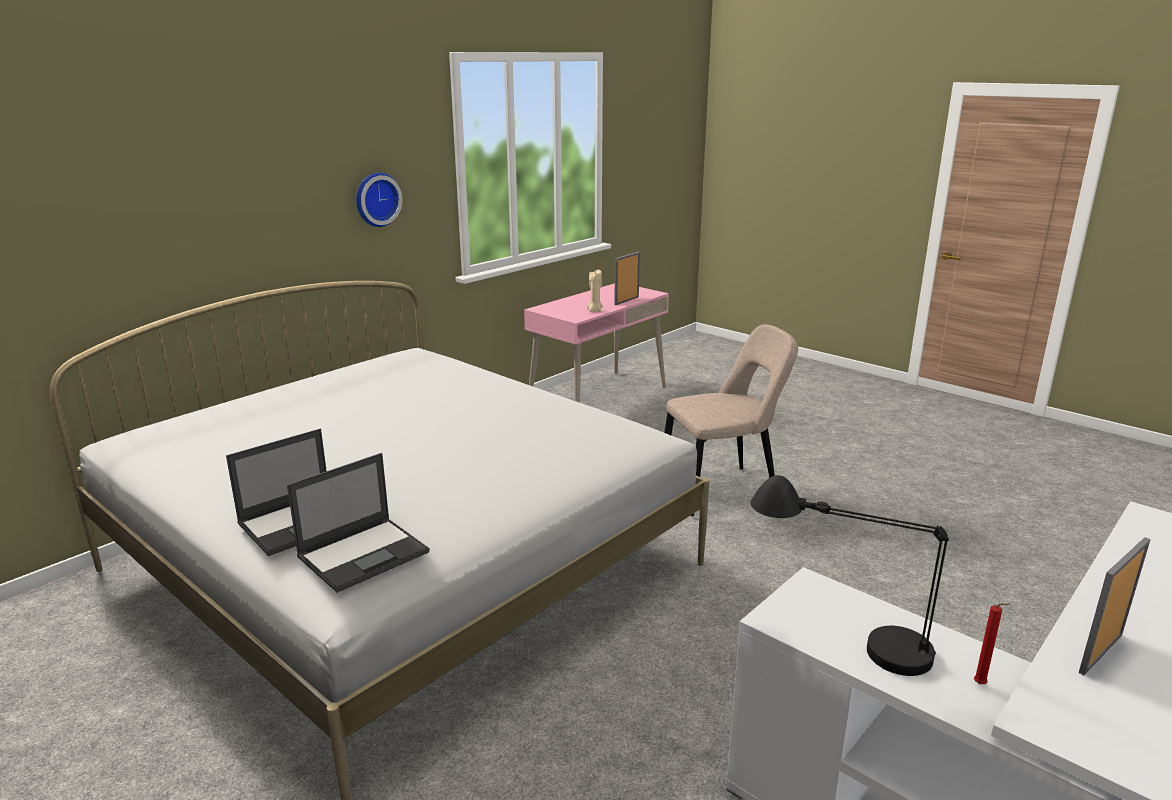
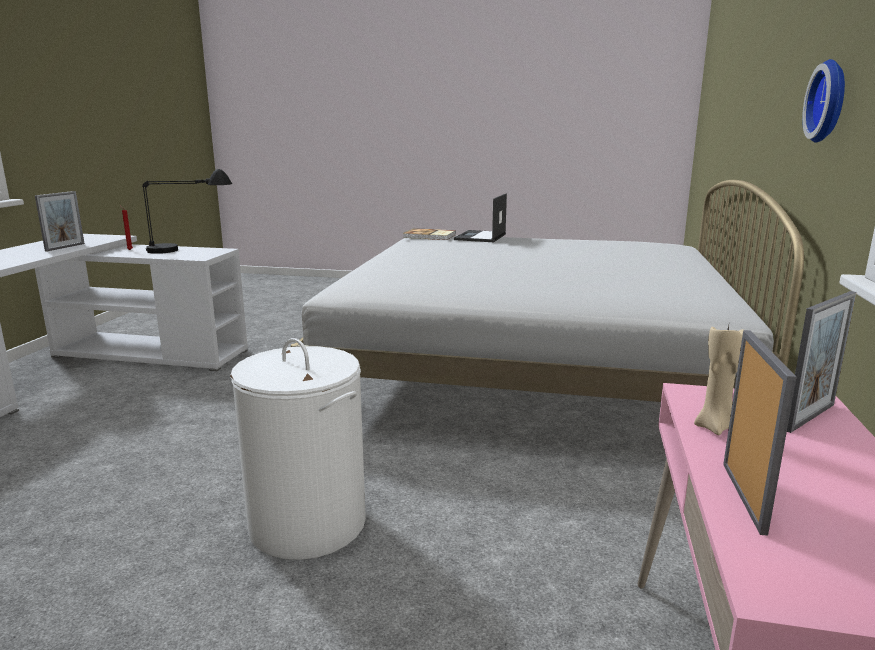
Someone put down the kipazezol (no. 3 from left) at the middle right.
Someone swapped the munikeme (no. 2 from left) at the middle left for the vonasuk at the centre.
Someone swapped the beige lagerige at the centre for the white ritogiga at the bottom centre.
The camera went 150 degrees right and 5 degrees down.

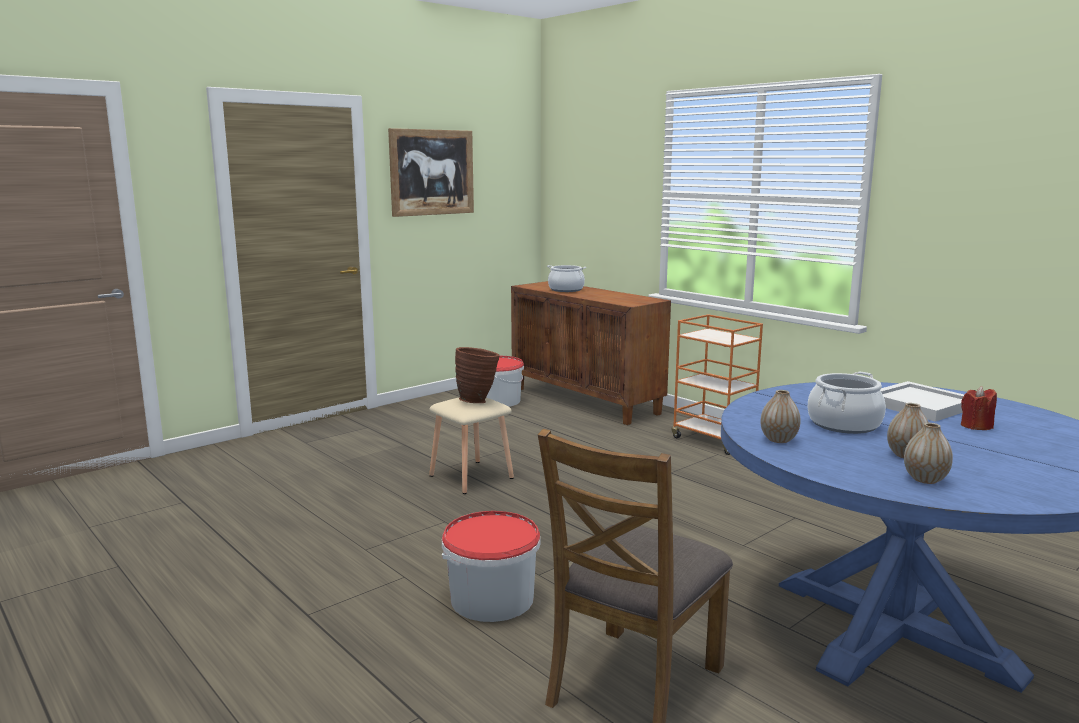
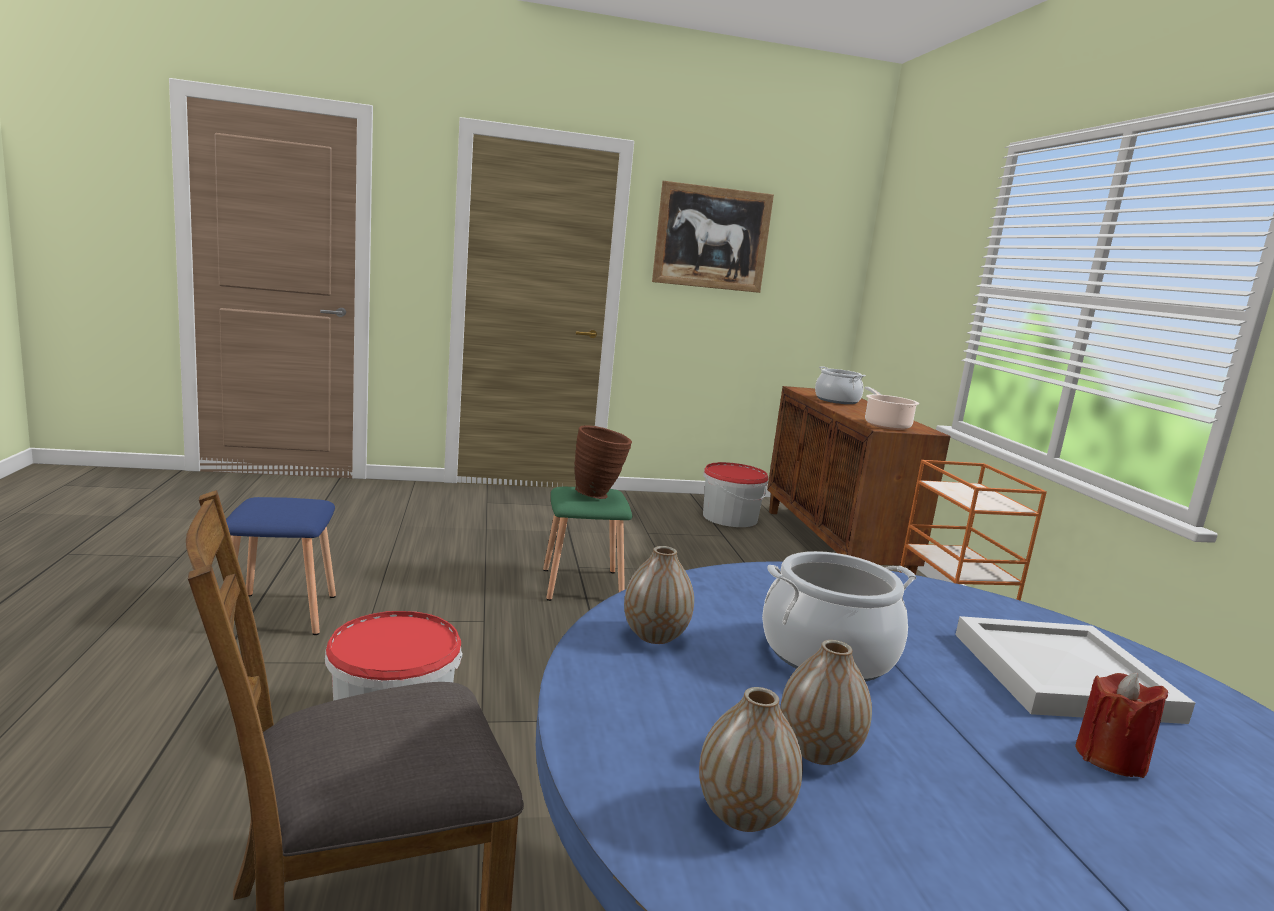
Someone put down the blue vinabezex at the middle left.
Someone put down the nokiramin (no. 3 from left) at the middle right.
Someone repainted the beige vinabezex at the centre, which became the green vinabezex at the centre.
The camera went 30 degrees right and 0 degrees up.

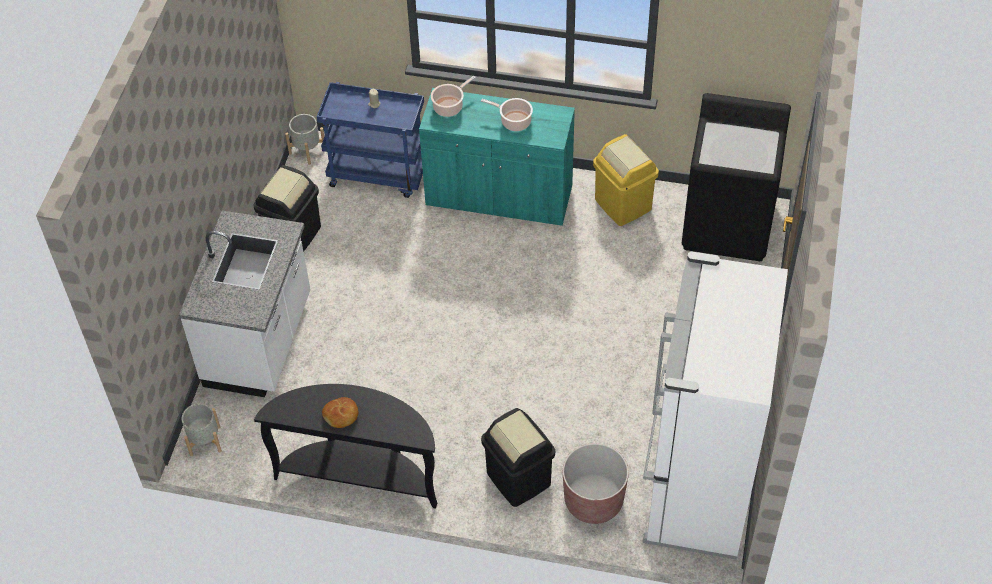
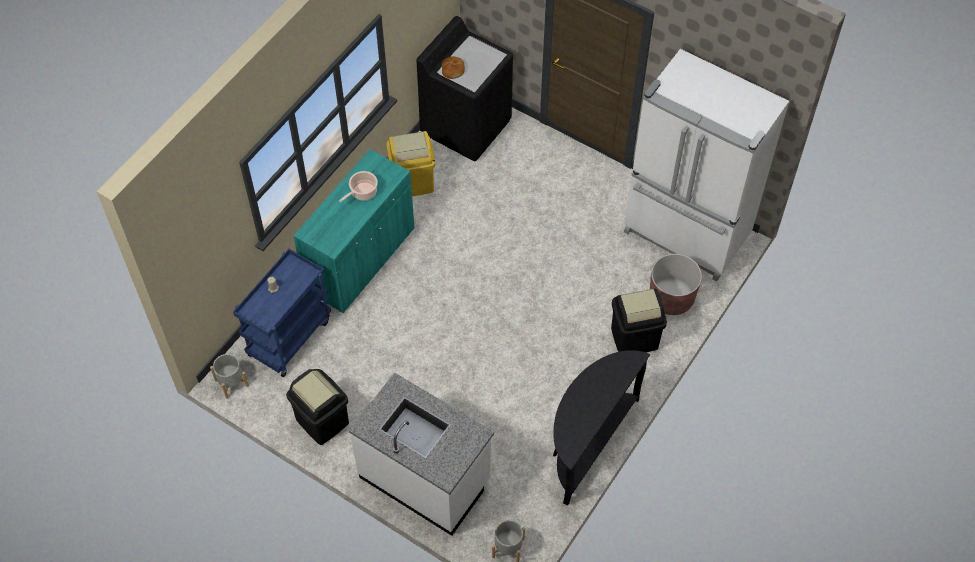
Someone took away the nokiramin (no. 1 from left) at the top centre.
Someone carried the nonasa from the bottom centre to the top centre.
The camera went 70 degrees left and 5 degrees up.

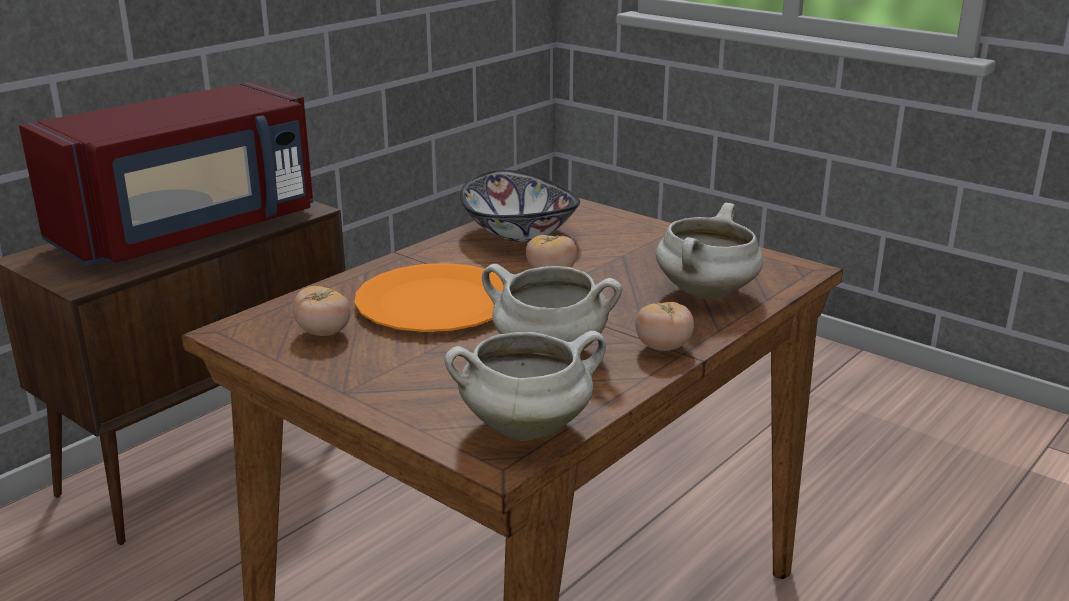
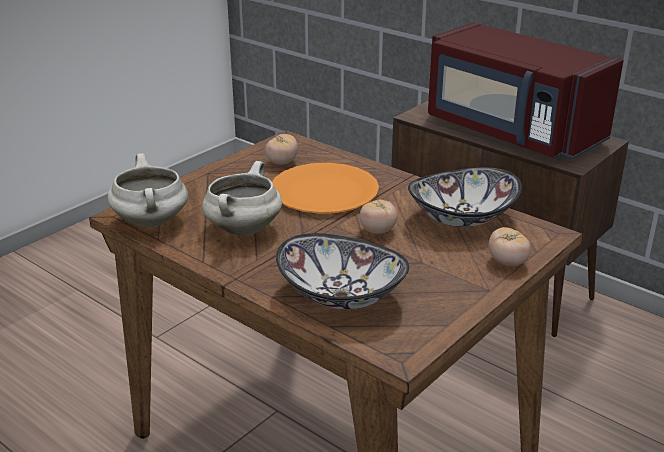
Someone carried the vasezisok (no. 3 from left) from the centre to the middle right.
Someone swapped the white nokiramin (no. 3 from left) at the centre for the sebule (no. 1 from left) at the centre.
The camera went 90 degrees right and 5 degrees up.

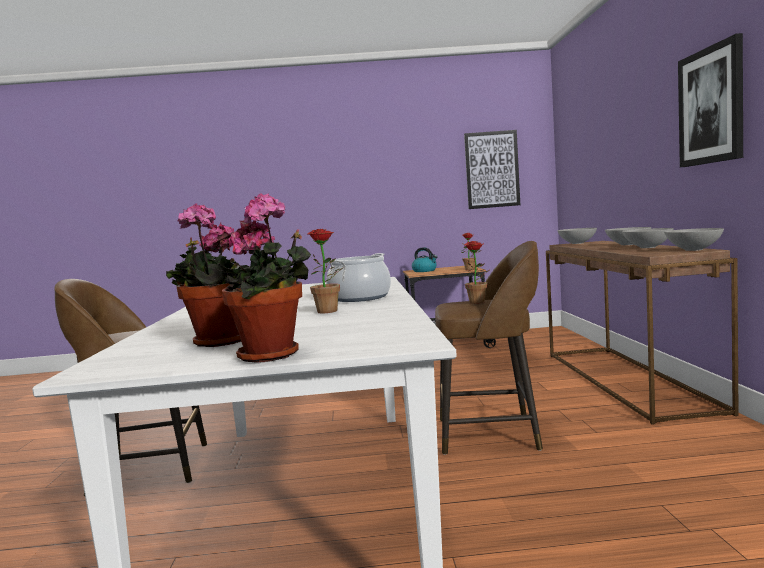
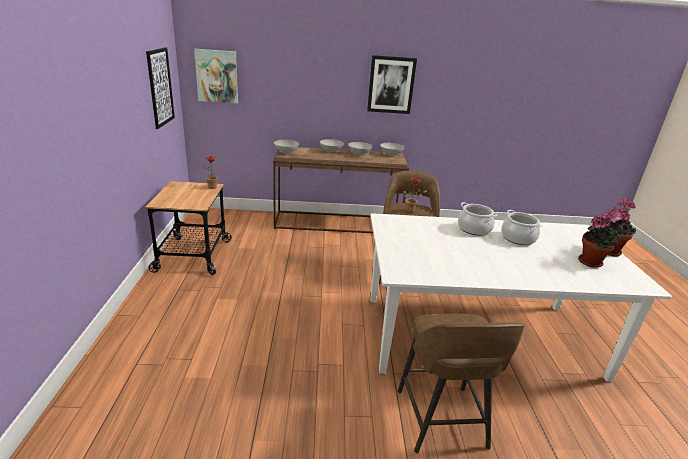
Someone took away the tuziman at the centre.
Someone put up the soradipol (no. 2 from left) at the top left.
Someone swapped the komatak (no. 3 from left) at the centre for the nokiramin (no. 2 from left) at the middle right.
The camera went 90 degrees left and 20 degrees up.

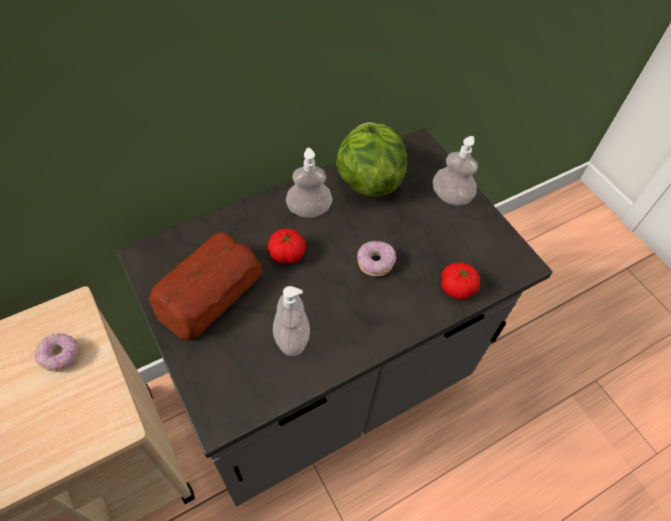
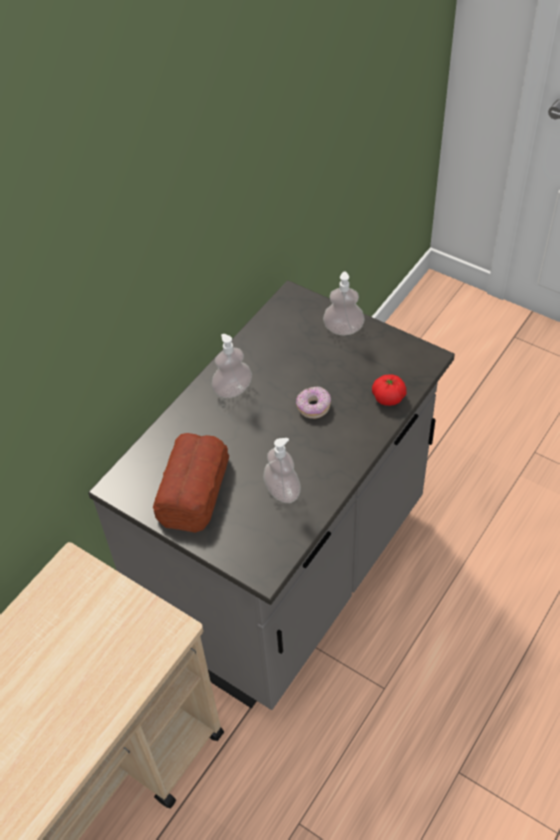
Someone took away the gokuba (no. 1 from left) at the bottom left.
Someone took away the vasezisok (no. 1 from left) at the centre.
Someone took away the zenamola at the top centre.
The camera went 20 degrees left and 5 degrees down.

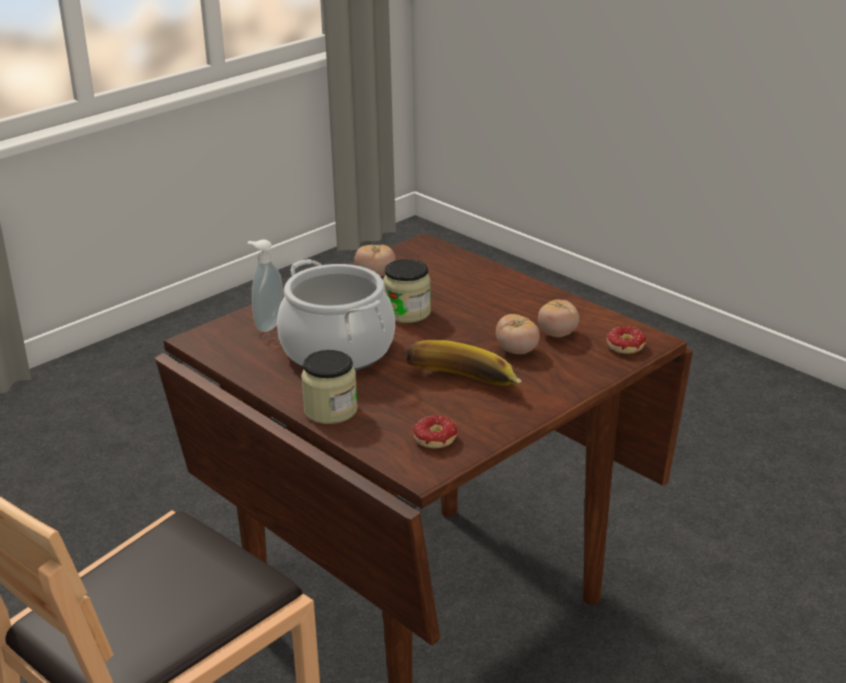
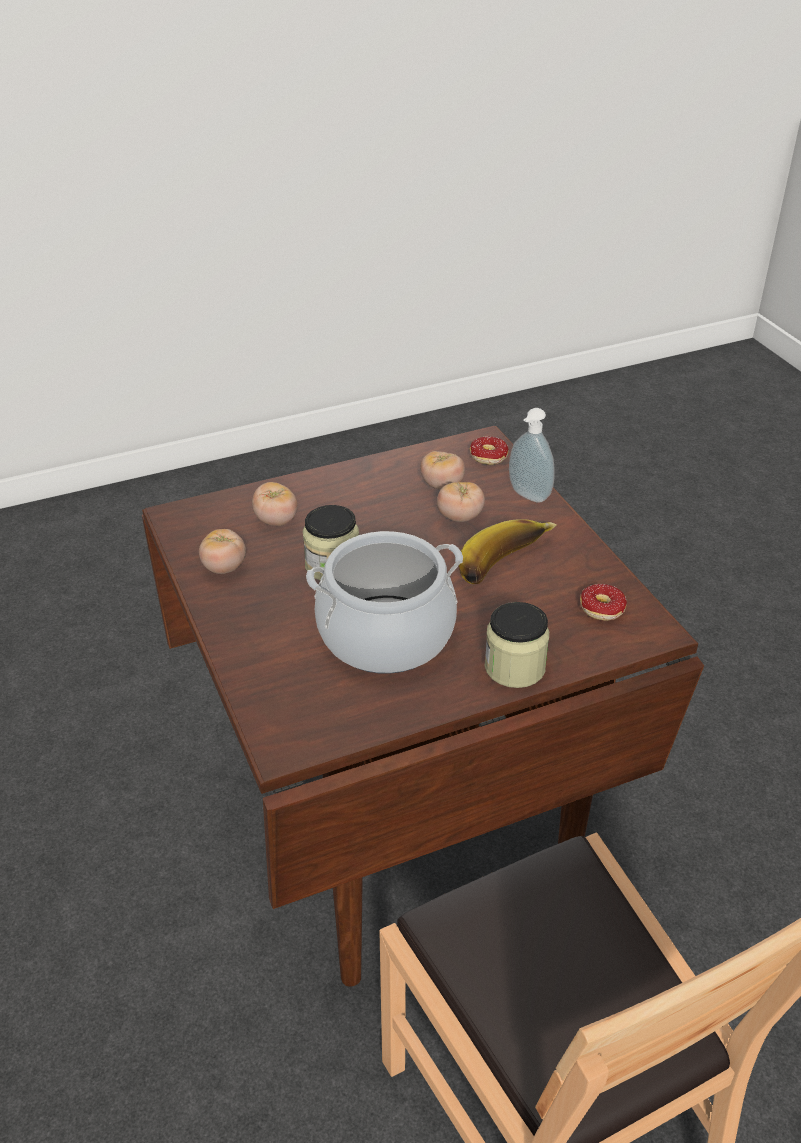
Someone put down the vasezisok (no. 2 from left) at the centre.
Someone carried the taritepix from the middle left to the centre.
The camera went 70 degrees left and 10 degrees up.

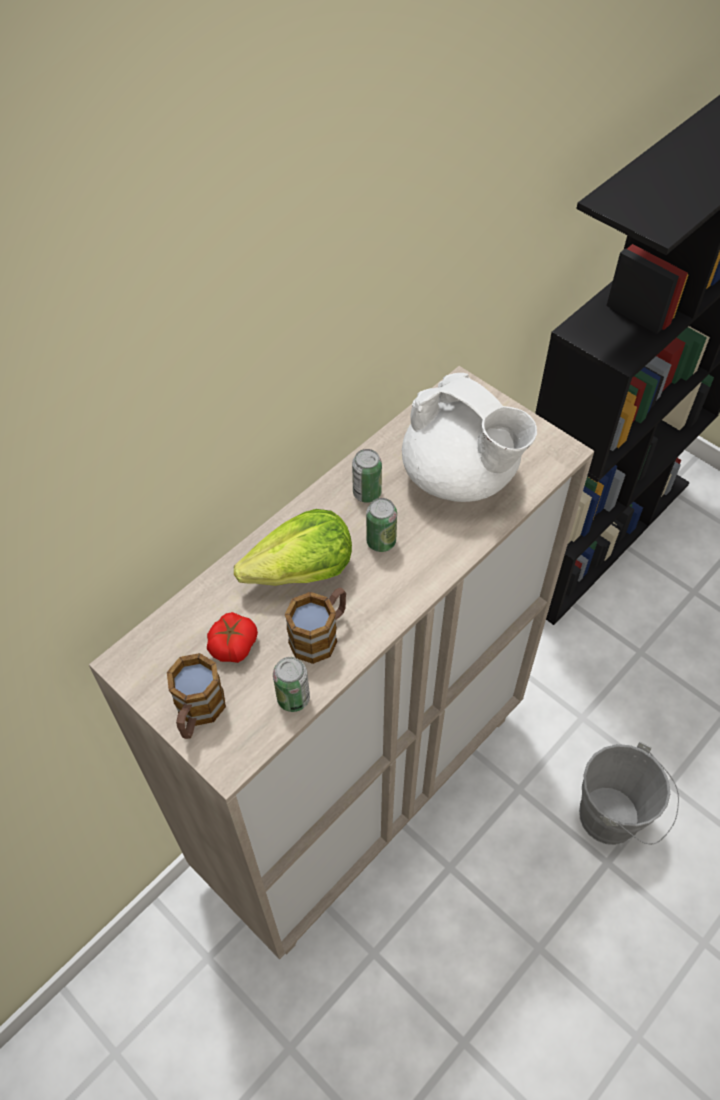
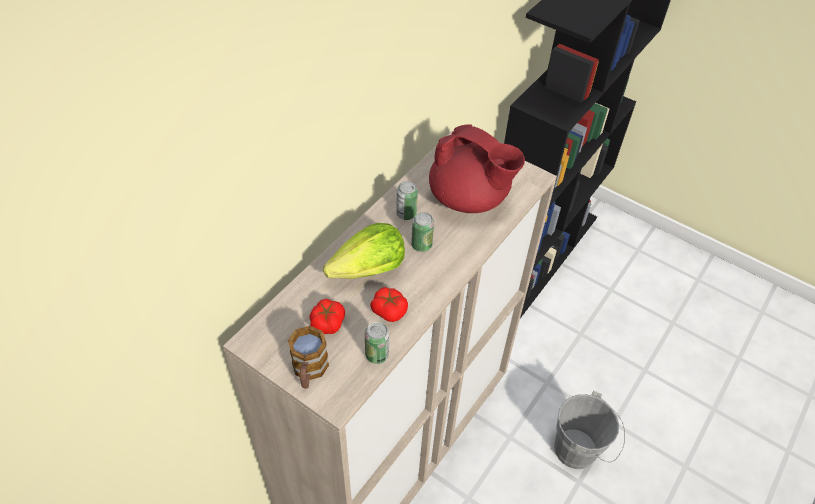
Someone swapped the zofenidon (no. 2 from left) at the centre for the vasezisok (no. 2 from left) at the centre.
Someone repainted the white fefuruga at the centre, which became the red fefuruga at the centre.
The camera went 10 degrees left and 5 degrees down.

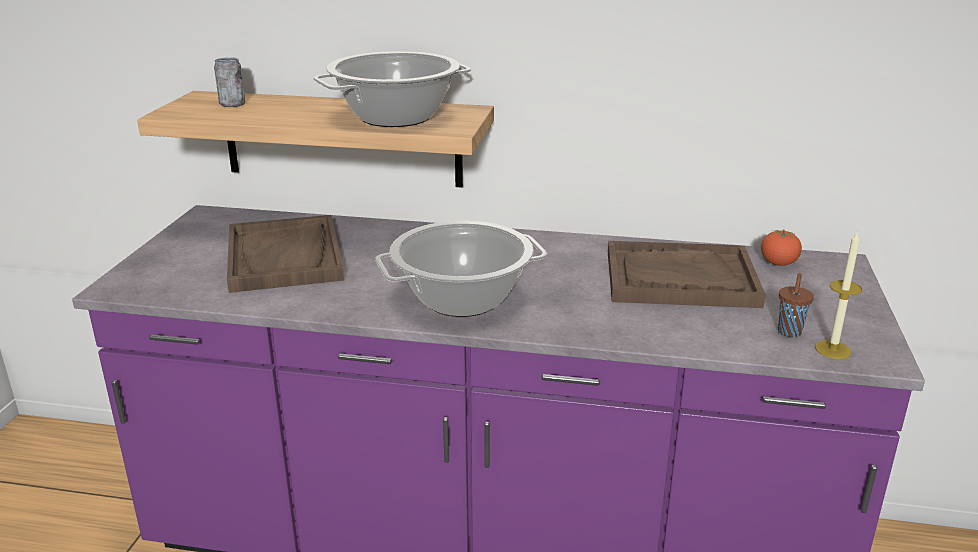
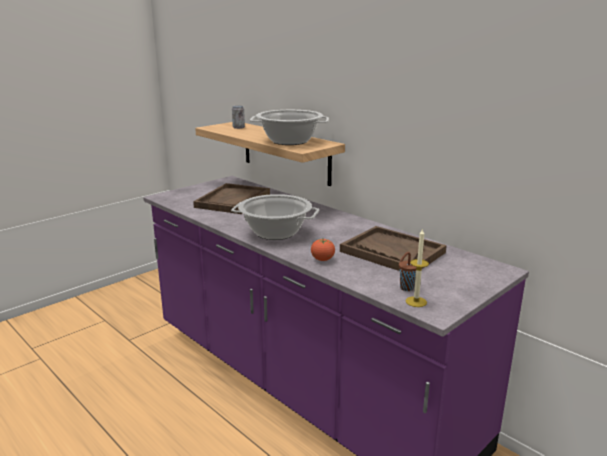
Someone carried the vasezisok from the middle right to the centre.
The camera went 35 degrees right and 5 degrees down.

